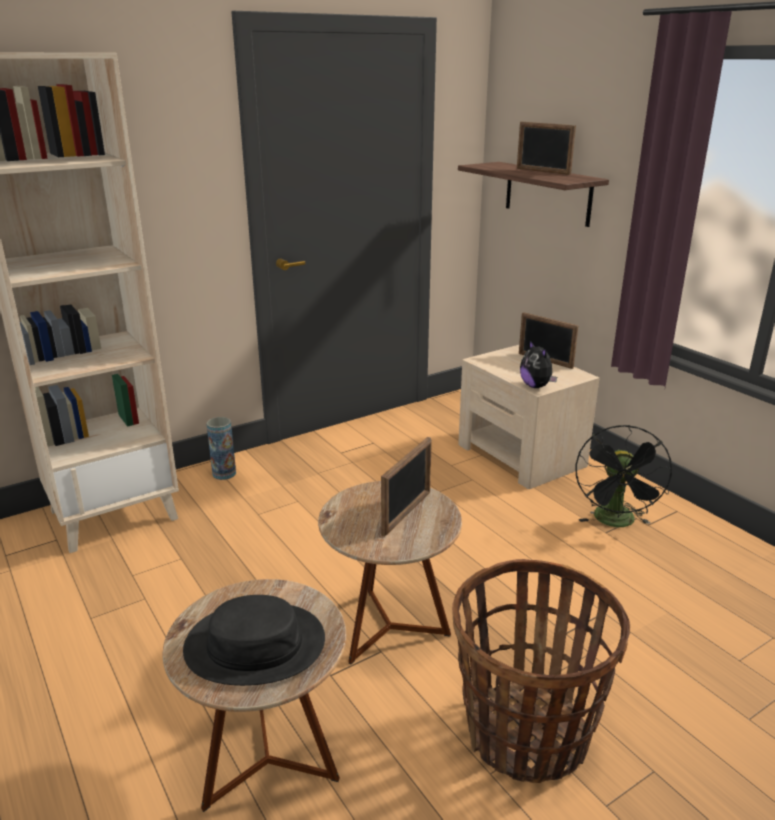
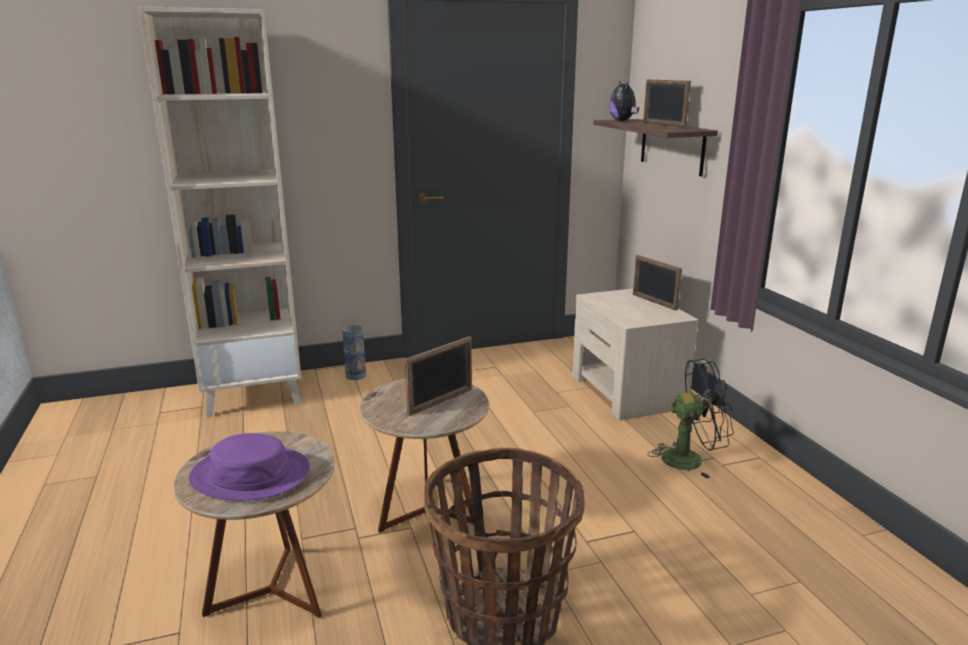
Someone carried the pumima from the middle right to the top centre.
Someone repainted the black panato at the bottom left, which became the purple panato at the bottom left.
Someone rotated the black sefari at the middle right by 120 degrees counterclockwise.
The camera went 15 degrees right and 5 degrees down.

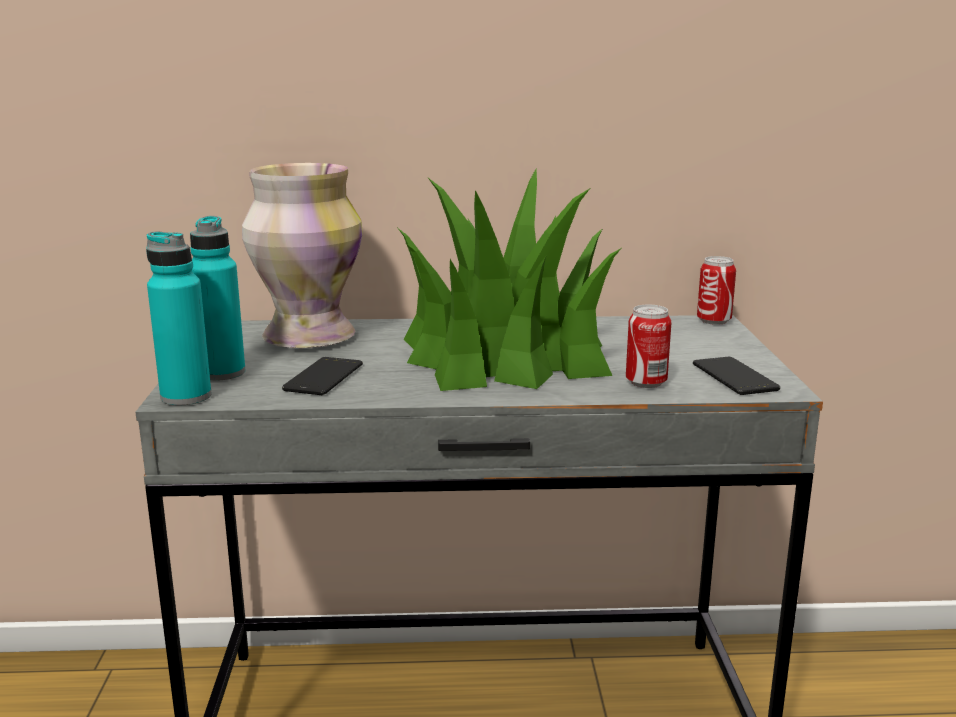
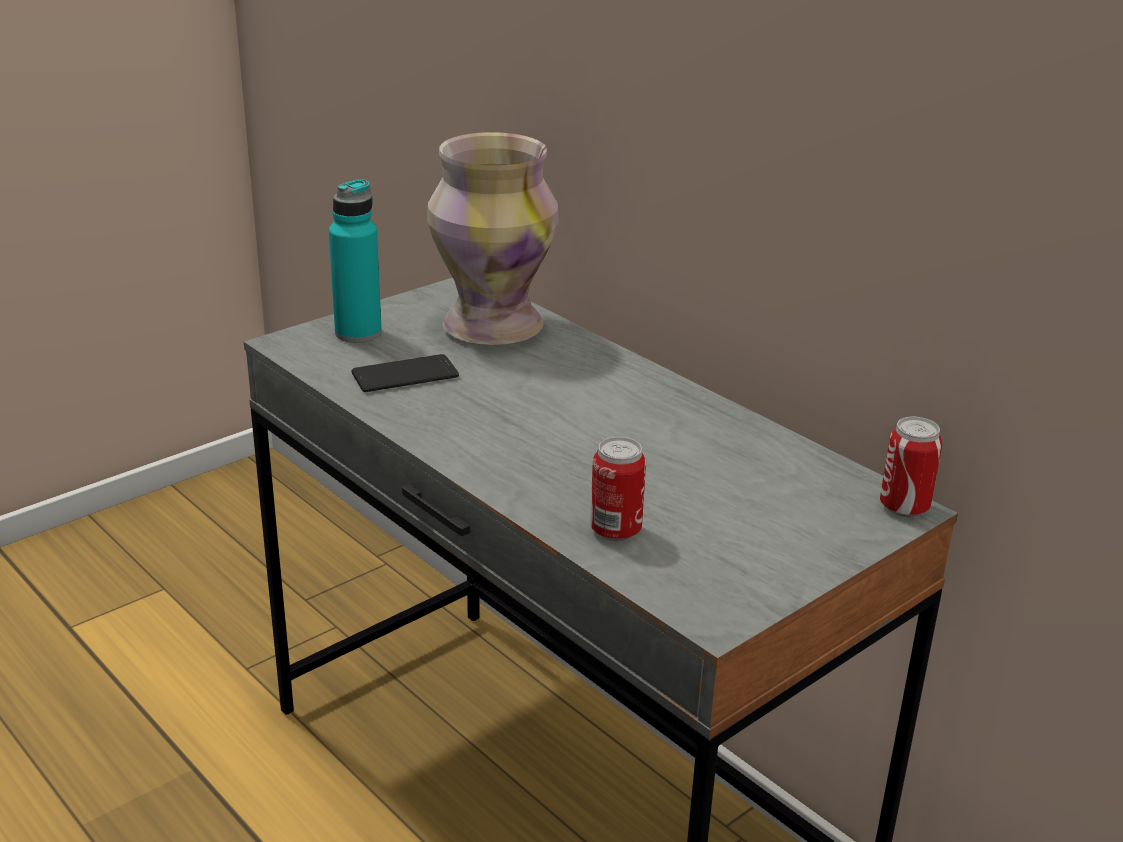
Someone took away the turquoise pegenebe (no. 1 from left) at the middle left.
Someone took away the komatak at the centre.
Someone took away the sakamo (no. 2 from left) at the middle right.
The camera went 50 degrees right and 10 degrees up.

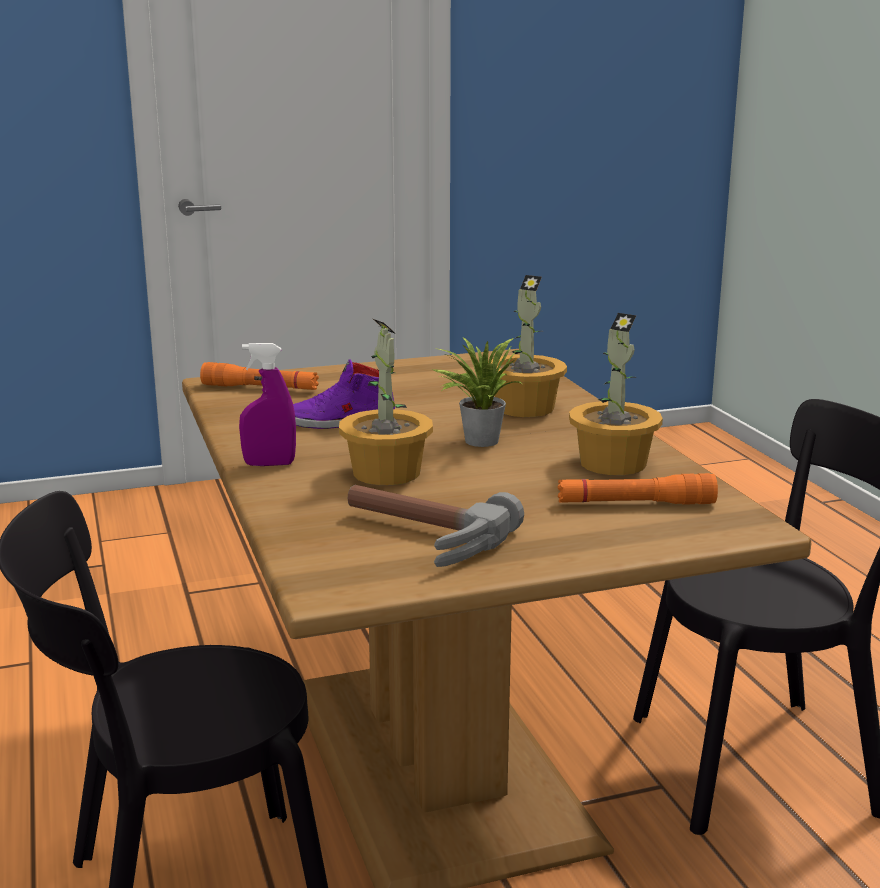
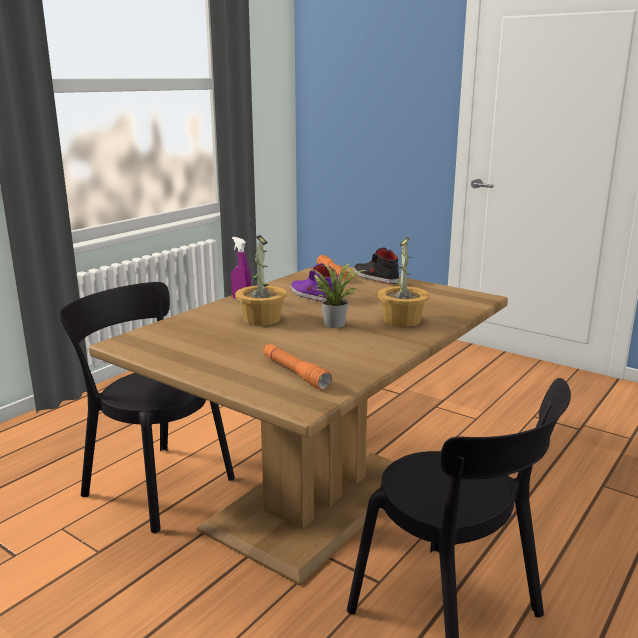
Someone took away the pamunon at the centre.
Someone took away the komatak (no. 4 from left) at the middle right.
Someone put down the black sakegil at the centre.
The camera went 55 degrees right and 0 degrees up.

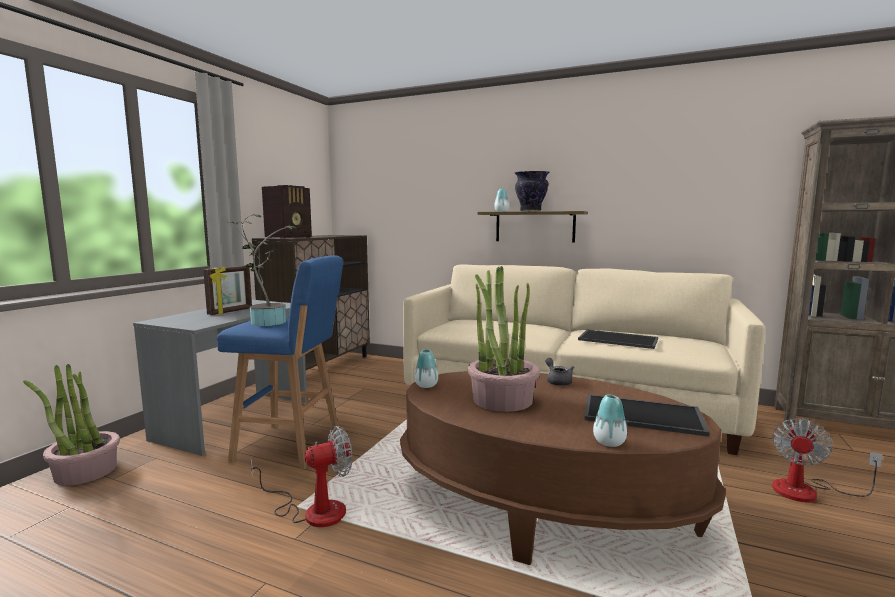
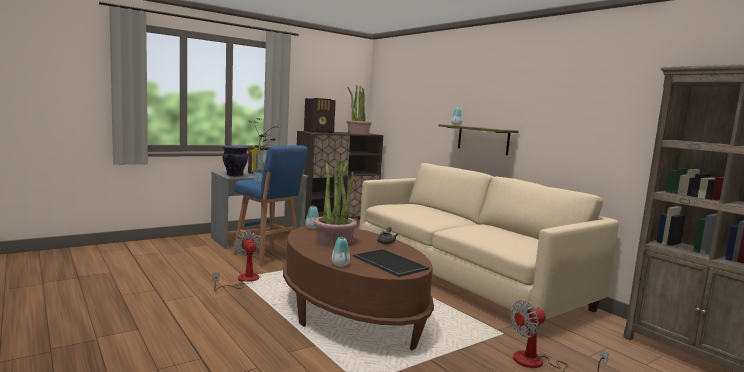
Someone took away the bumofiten (no. 1 from left) at the middle right.
Someone carried the komatak (no. 1 from left in the first image) from the bottom left to the top centre.
Someone carried the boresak (no. 3 from left in the first image) from the top centre to the middle left.
Someone rotated the sefari (no. 1 from left) at the bottom centre by 120 degrees counterclockwise.
The camera went 30 degrees right and 0 degrees up.

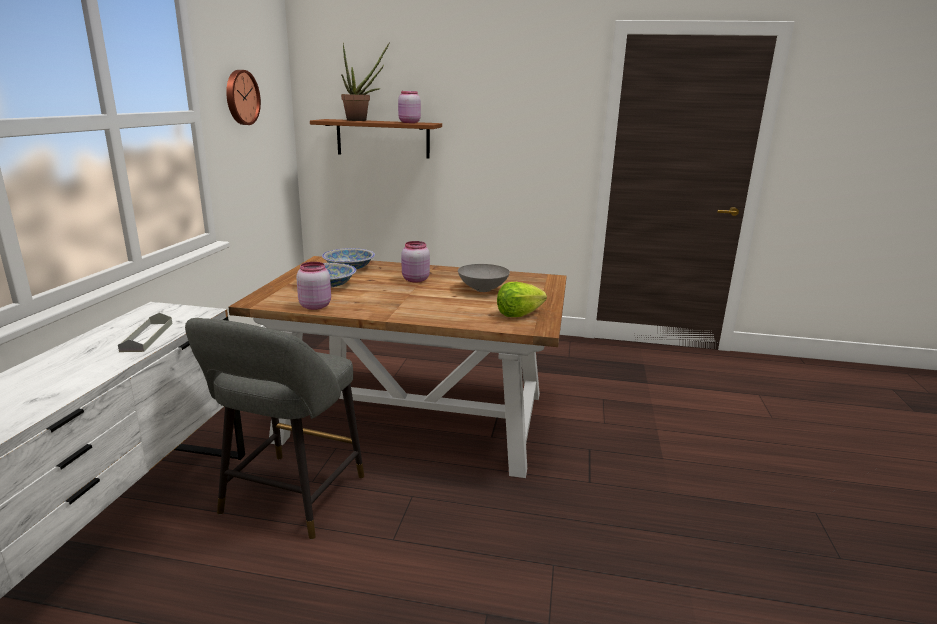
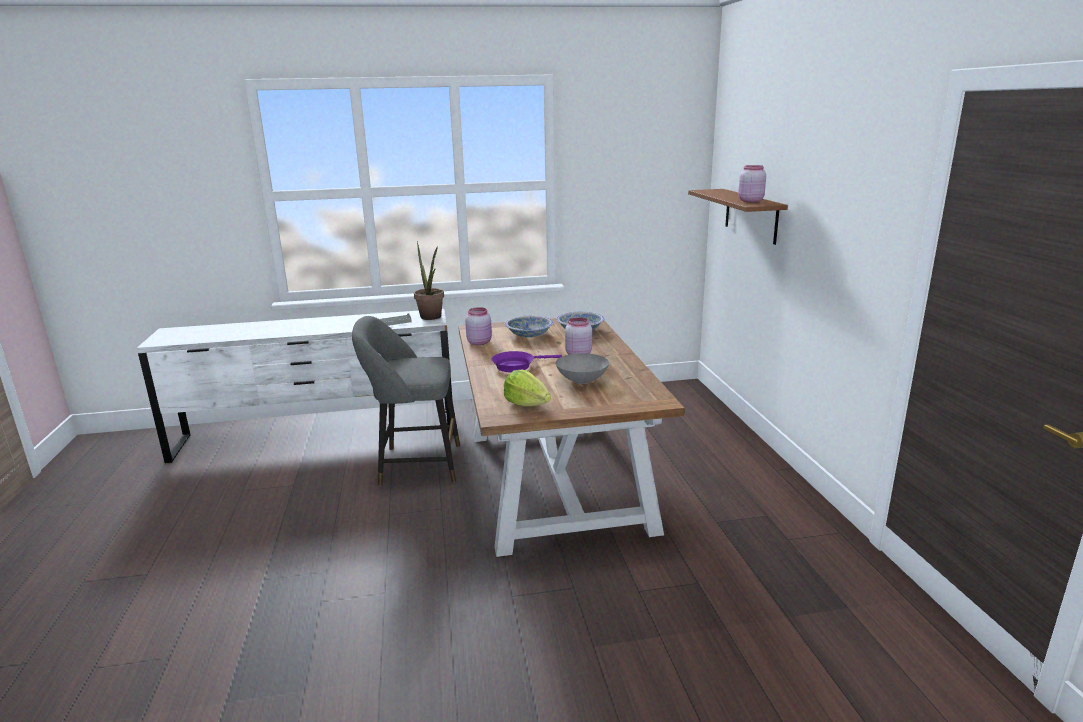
Someone took away the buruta at the top left.
Someone put down the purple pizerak at the centre.
Someone carried the komatak from the top centre to the centre.
The camera went 70 degrees right and 0 degrees up.

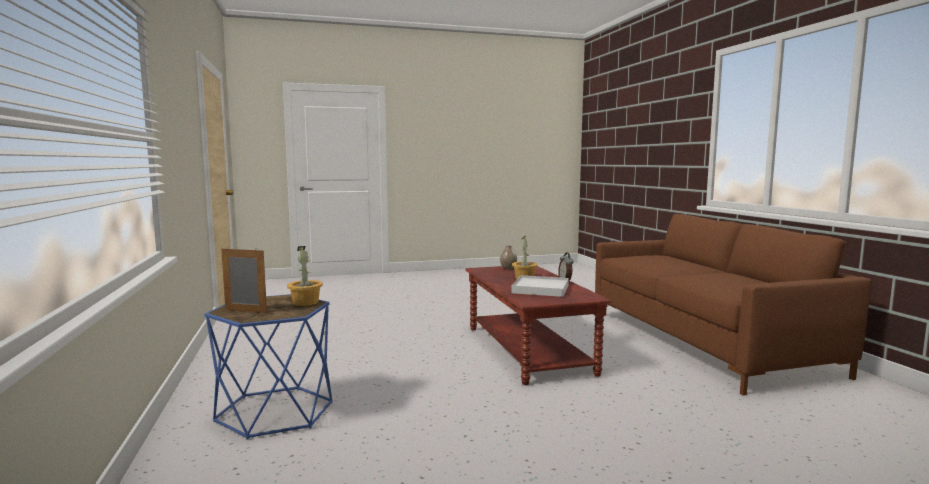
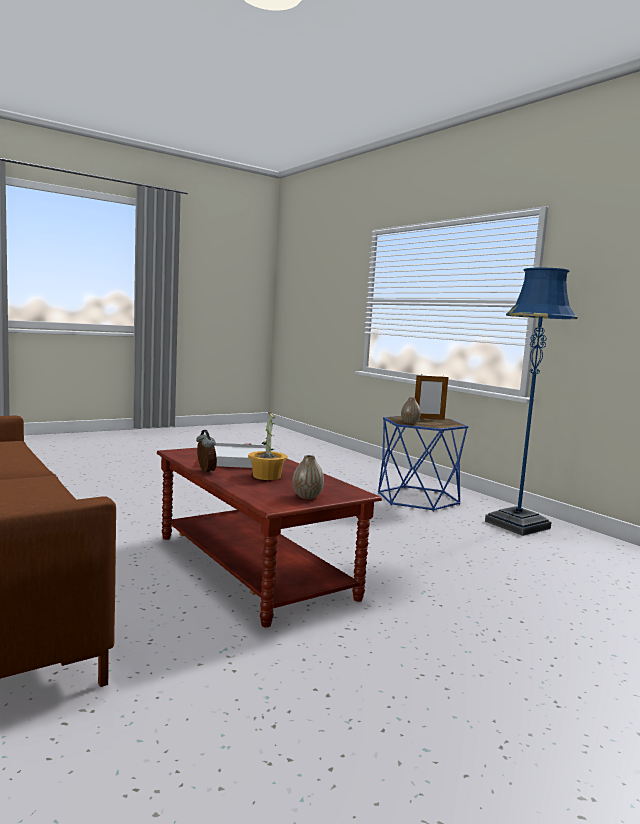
Someone put down the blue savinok at the middle right.
Someone swapped the komatak (no. 1 from left) at the middle left for the boresak (no. 2 from left) at the centre.
The camera went 160 degrees right and 0 degrees up.

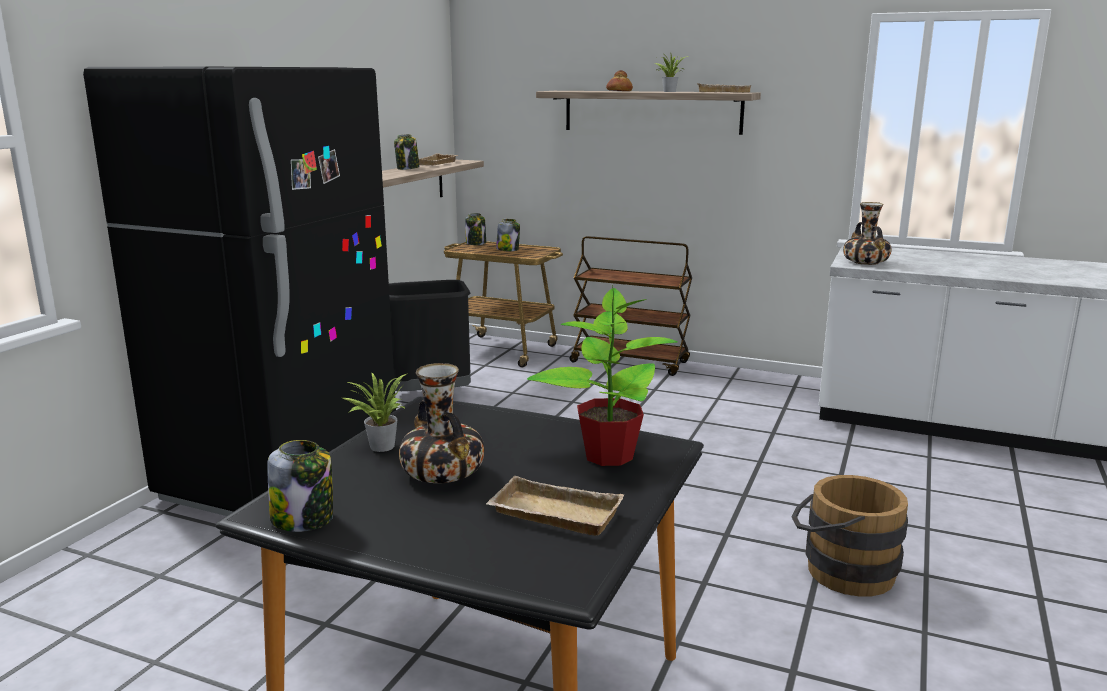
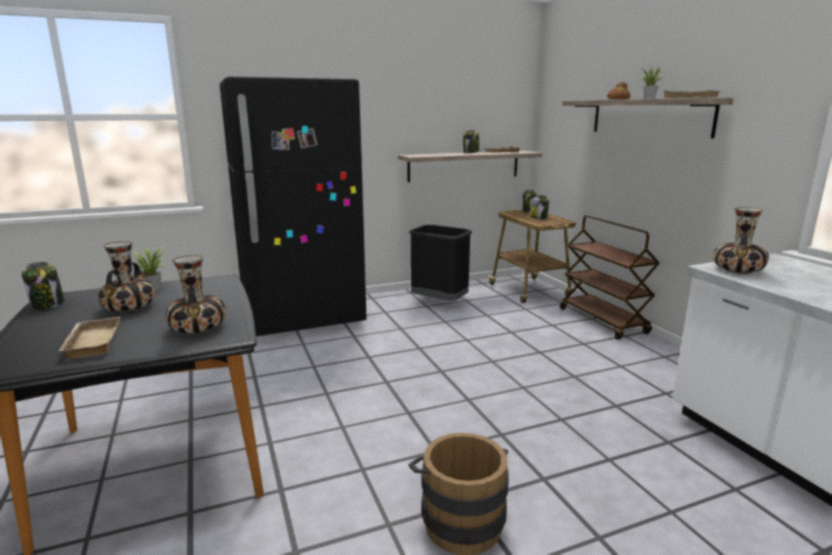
Someone swapped the komatak (no. 2 from left) at the centre for the boresak (no. 2 from left) at the middle left.
The camera went 45 degrees right and 0 degrees up.

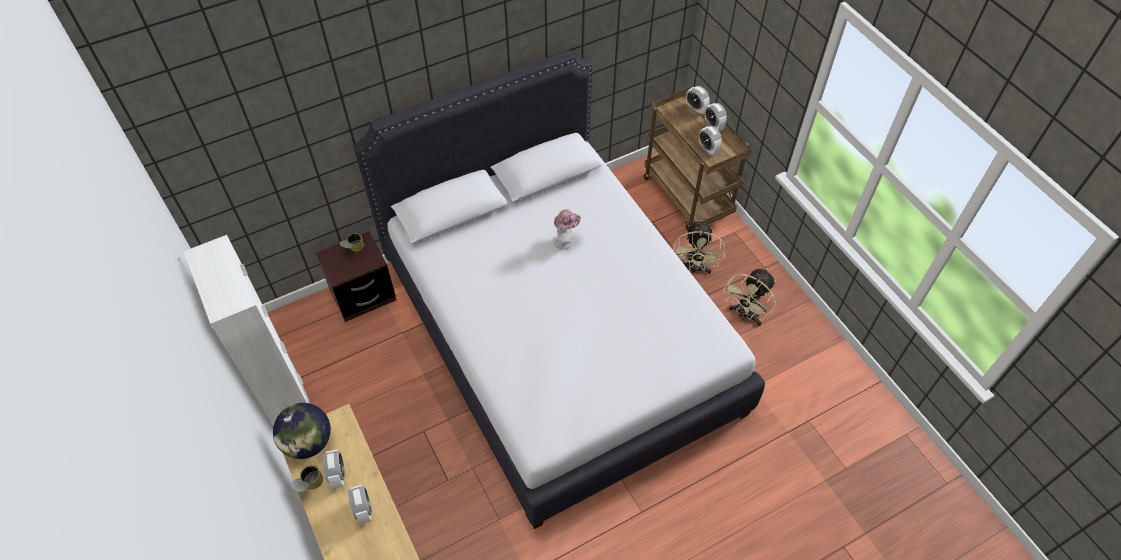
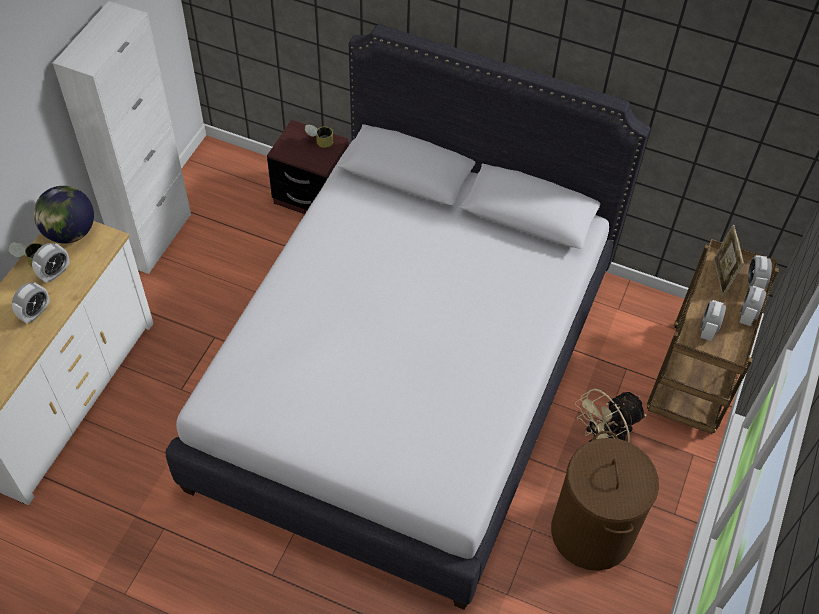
Someone took away the panato at the centre.
Someone put down the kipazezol at the middle right.
Someone swapped the beige sefari (no. 2 from left) at the middle right for the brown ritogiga at the bottom right.
The camera went 50 degrees right and 0 degrees up.

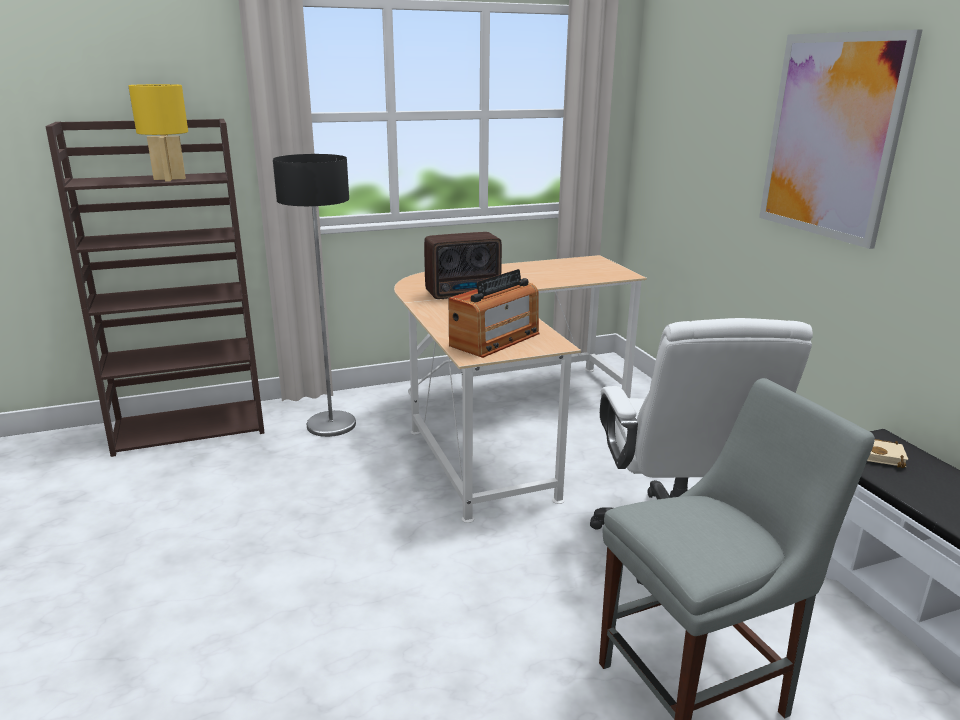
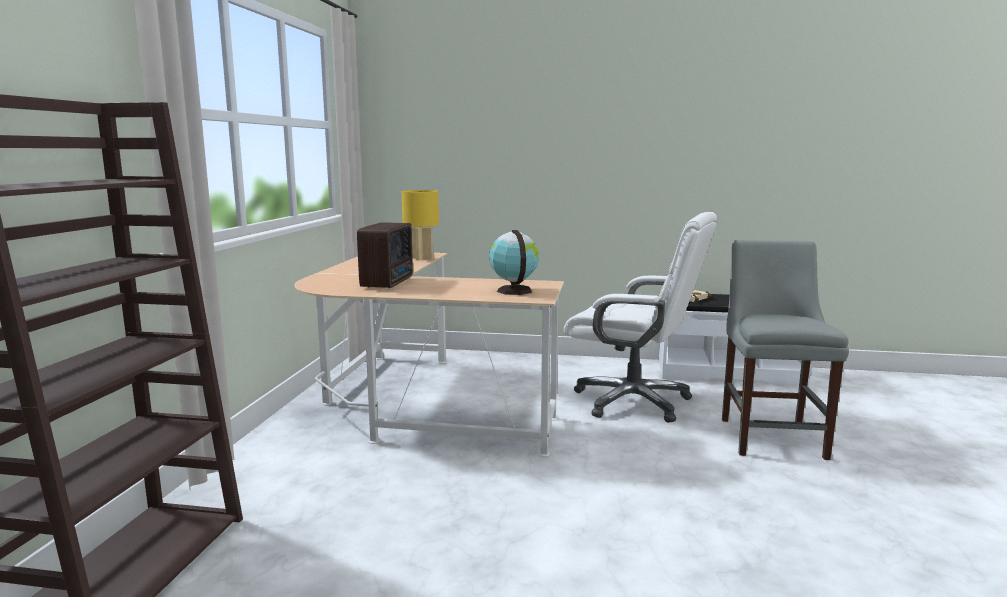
Someone took away the savinok at the middle left.
Someone took away the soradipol at the top right.
Someone carried the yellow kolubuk from the top left to the centre.
Someone swapped the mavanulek (no. 2 from left) at the centre for the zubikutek at the centre.
The camera went 60 degrees left and 10 degrees down.

